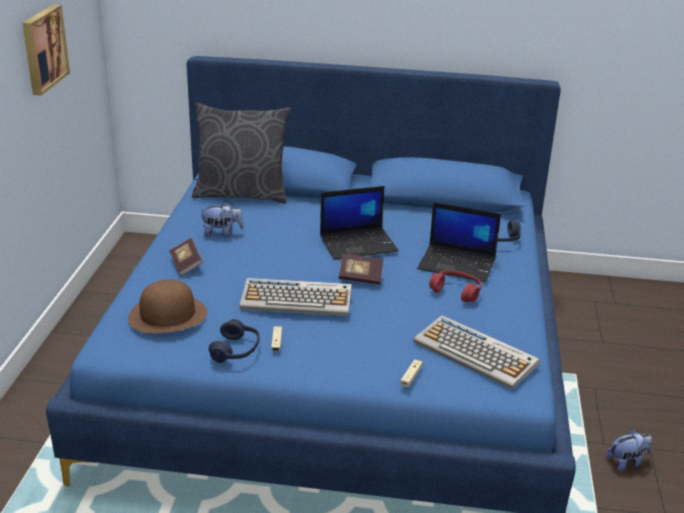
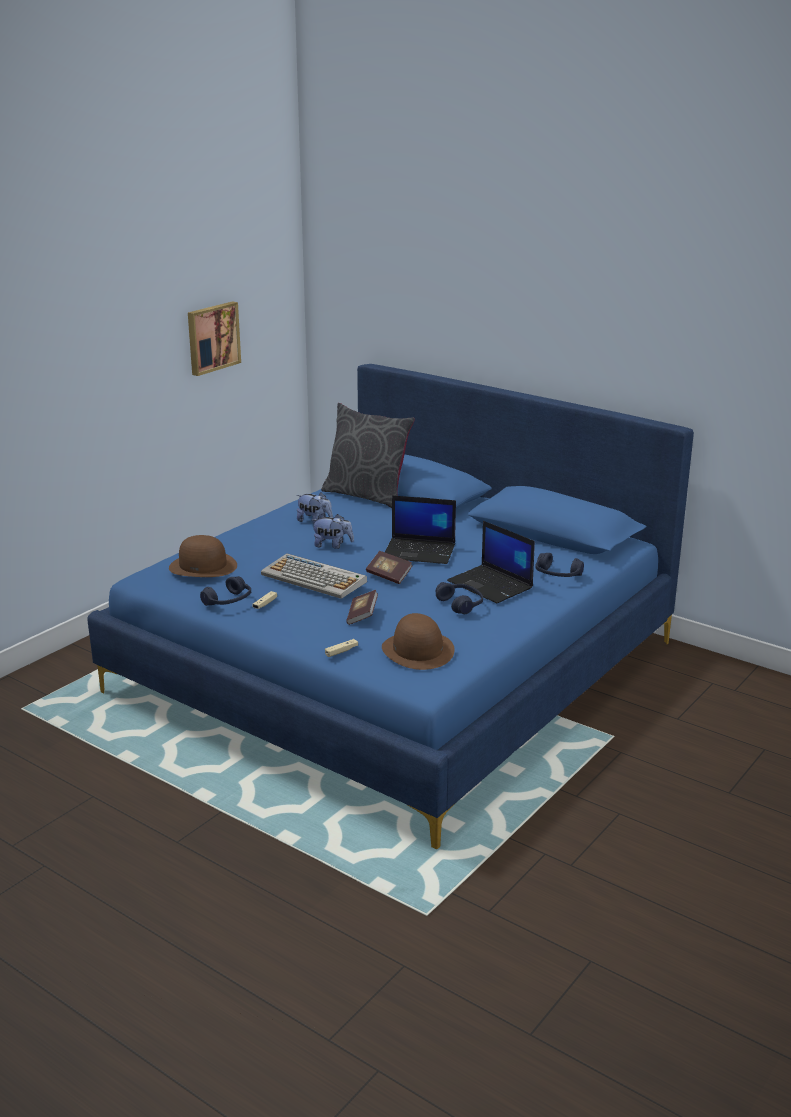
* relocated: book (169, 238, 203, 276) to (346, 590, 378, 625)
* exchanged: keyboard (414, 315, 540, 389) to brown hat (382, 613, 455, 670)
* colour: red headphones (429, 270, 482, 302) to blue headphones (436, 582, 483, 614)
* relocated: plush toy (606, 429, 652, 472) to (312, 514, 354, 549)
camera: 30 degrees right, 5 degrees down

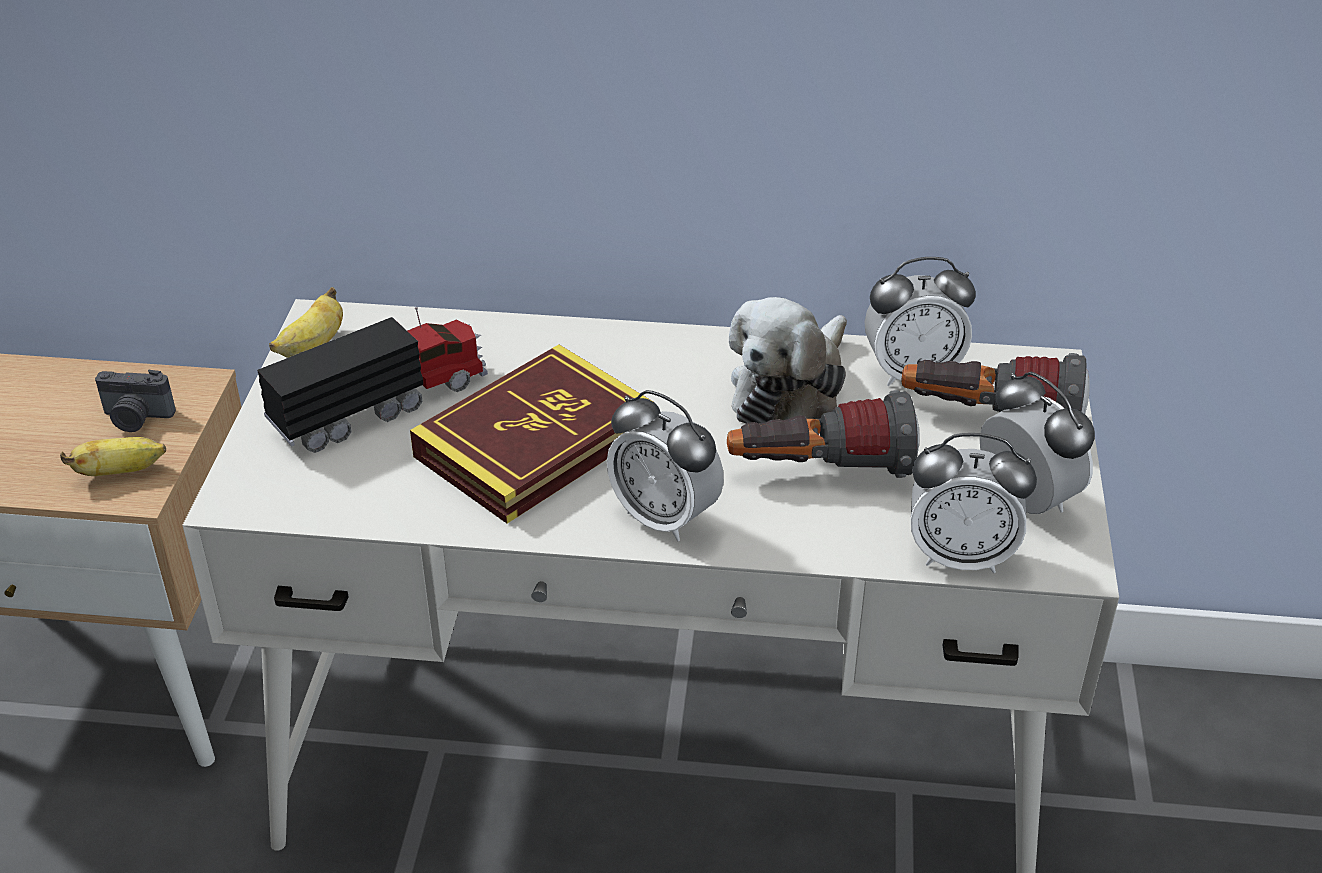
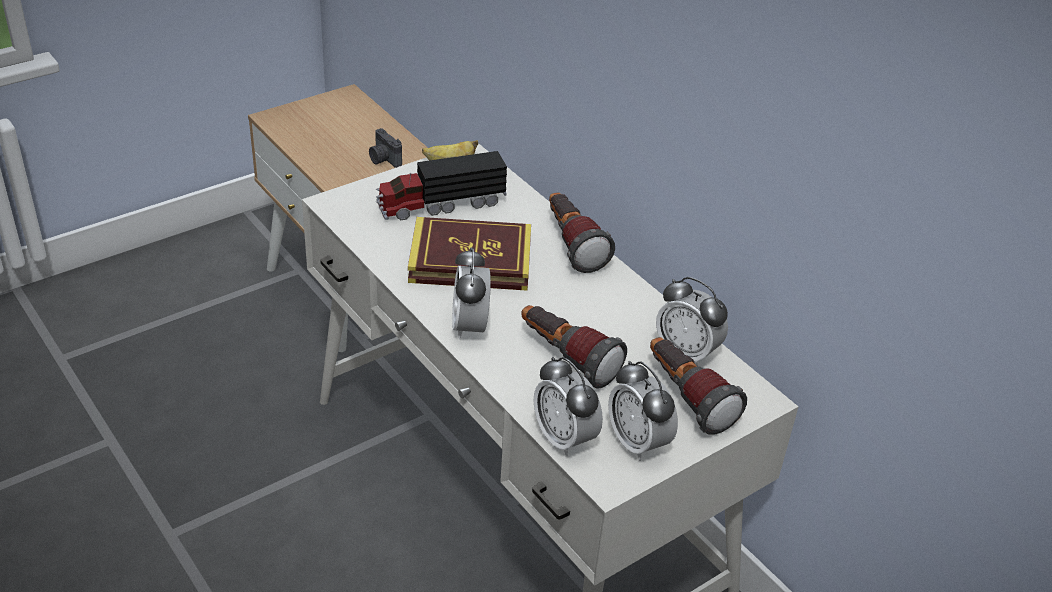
* missing: banana (60, 437, 166, 476)
* spun: toy truck (257, 307, 488, 453) = (375, 151, 507, 220) 150 degrees clockwise
* missing: plush toy (729, 297, 847, 424)
* spun: alarm clock (980, 372, 1095, 514) = (608, 361, 678, 461) 135 degrees clockwise
* appeared: flashlight (549, 193, 615, 273)
camera: 45 degrees right, 0 degrees up

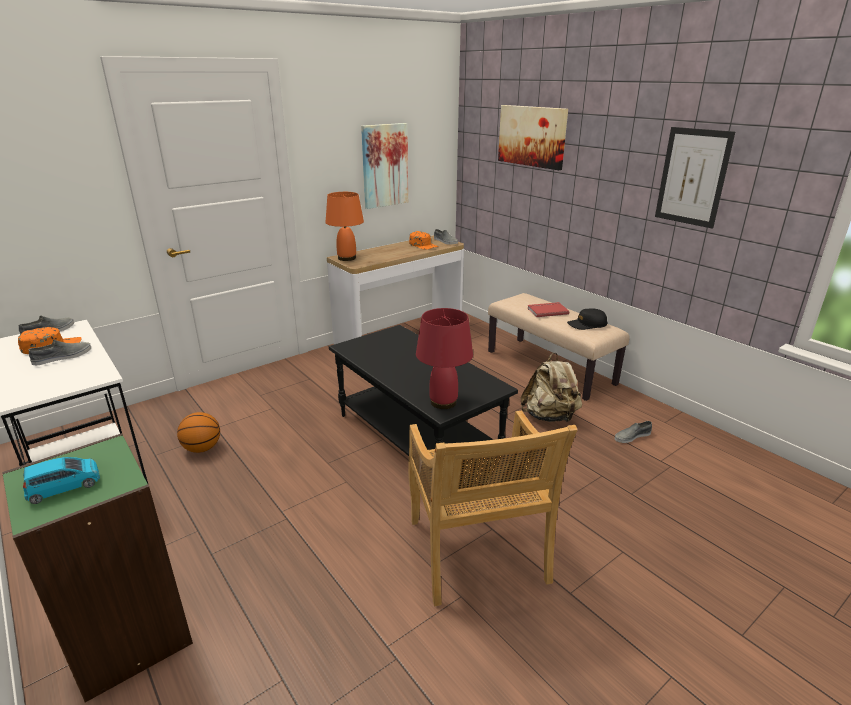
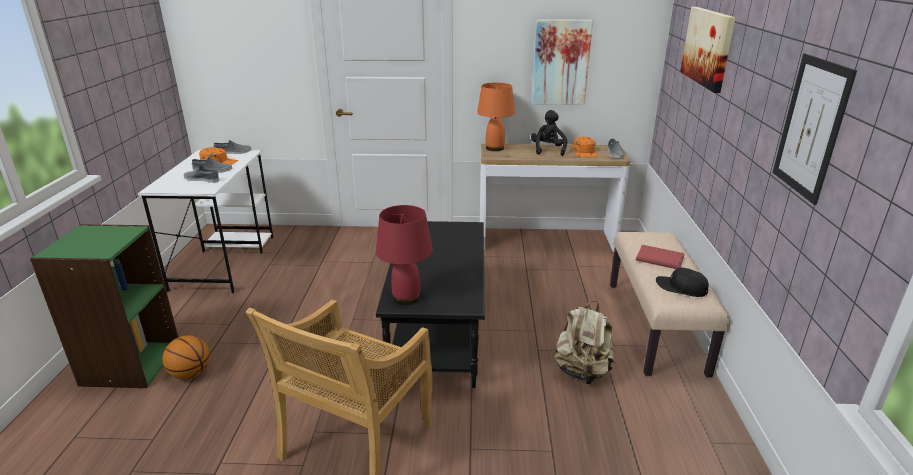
* missing: blue toy car (23, 457, 100, 504)
* relocated: basketball (177, 412, 220, 453) to (162, 335, 210, 379)
* relocated: grey shoe (615, 421, 652, 443) to (184, 166, 219, 183)
* appeared: black plush toy (531, 110, 567, 156)
camera: 40 degrees right, 0 degrees up

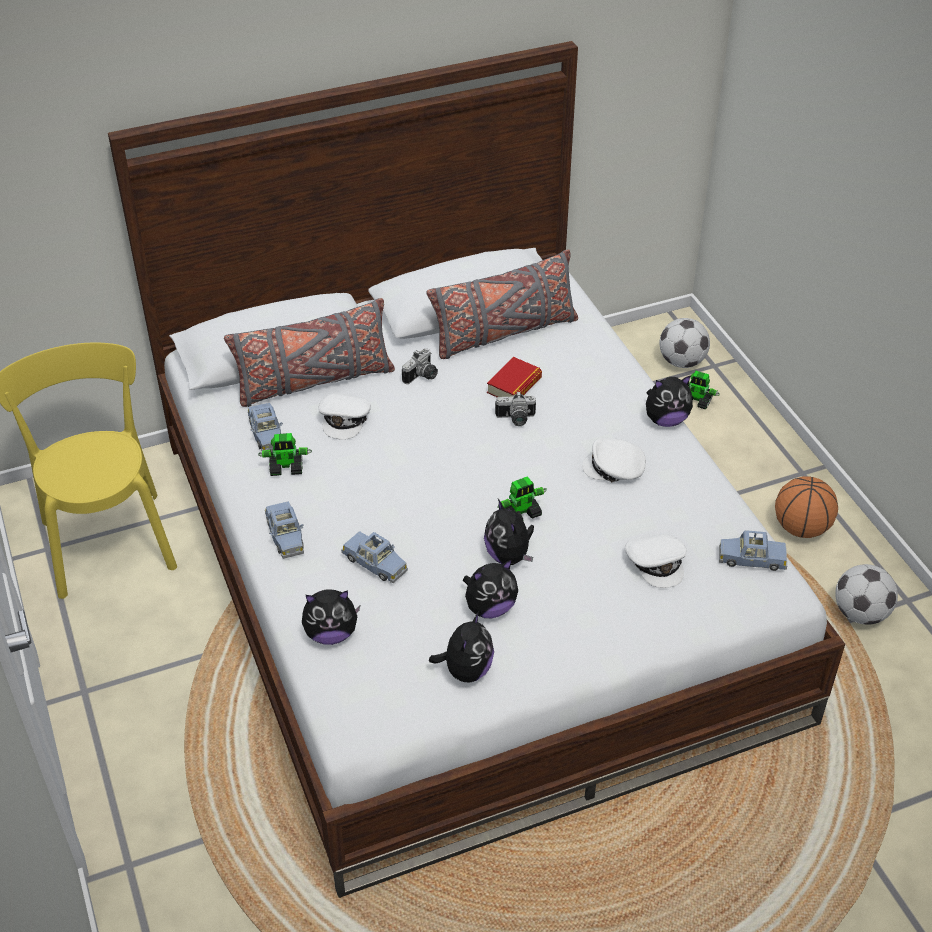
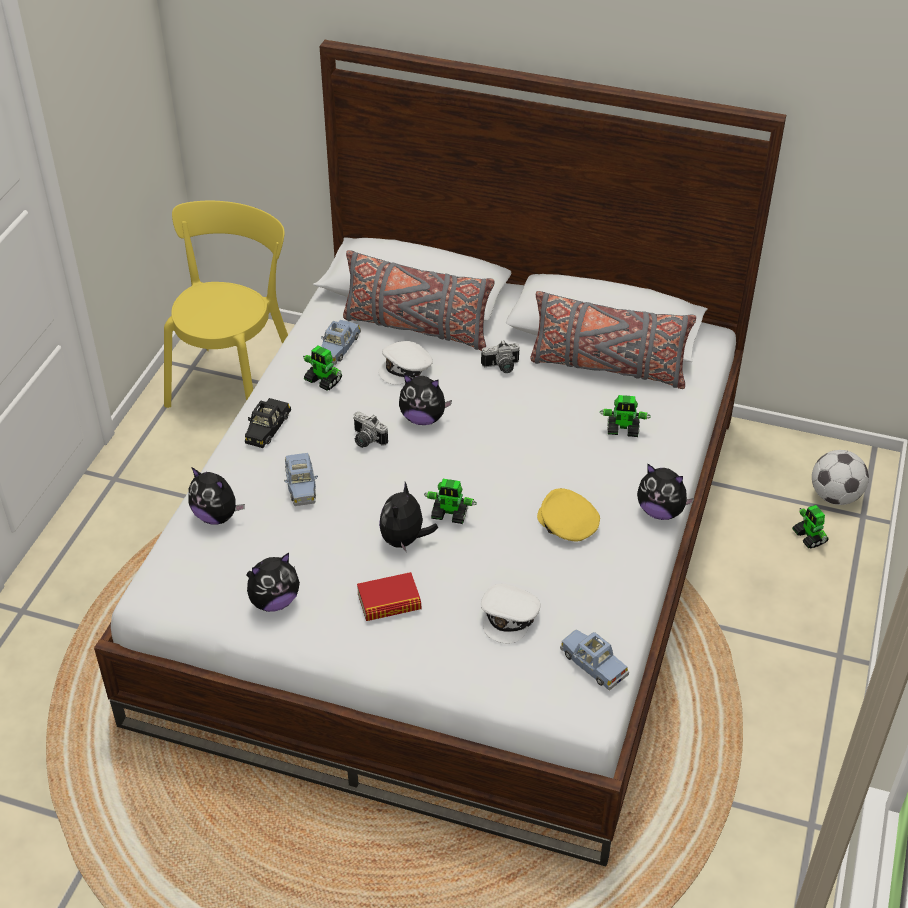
* colour: blue toy car (265, 501, 304, 559) to black toy car (245, 398, 291, 448)
* relocated: plush toy (463, 559, 518, 618) to (399, 374, 452, 425)
* relocated: book (487, 357, 542, 397) to (357, 572, 421, 621)
* relocated: photo camera (495, 392, 536, 426) to (353, 412, 388, 448)
* colour: white cap (582, 438, 646, 482) to yellow cap (537, 488, 600, 542)
* missing: basketball (775, 476, 838, 538)
* missing: football (835, 564, 898, 625)
* appeared: toy robot (599, 395, 651, 437)
camera: 40 degrees right, 0 degrees up

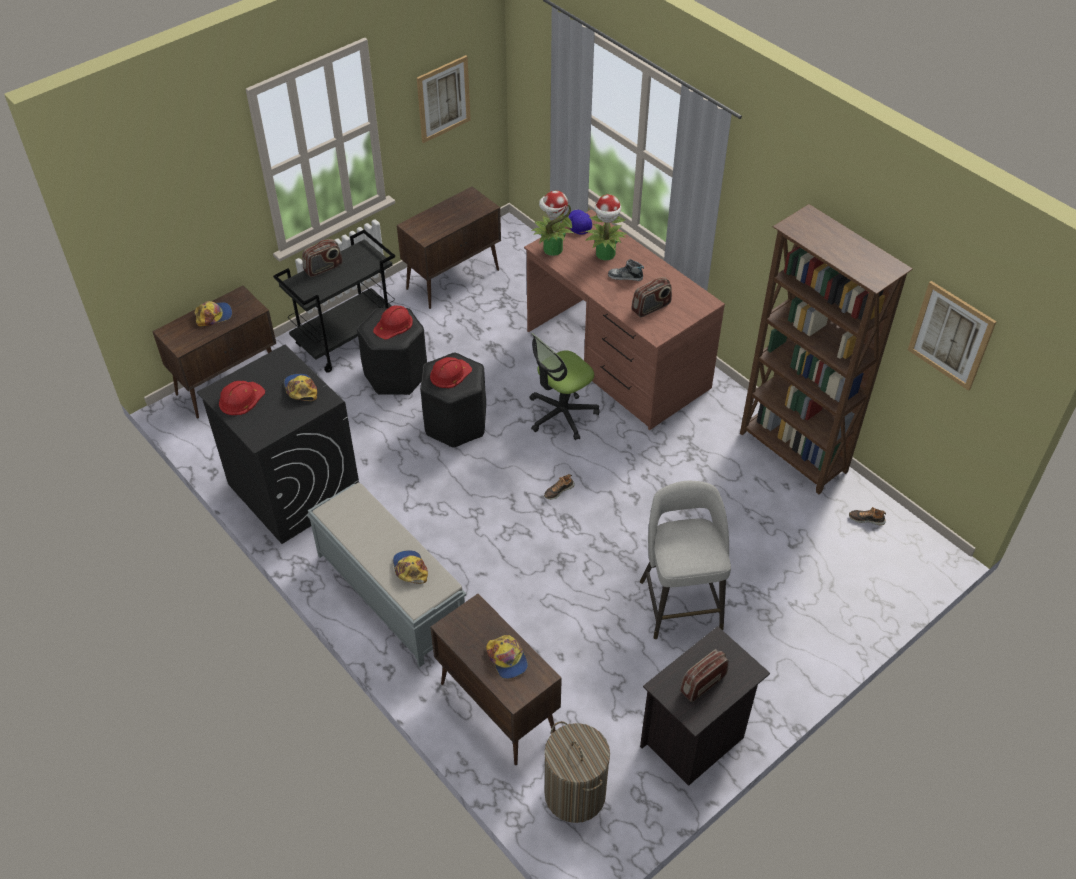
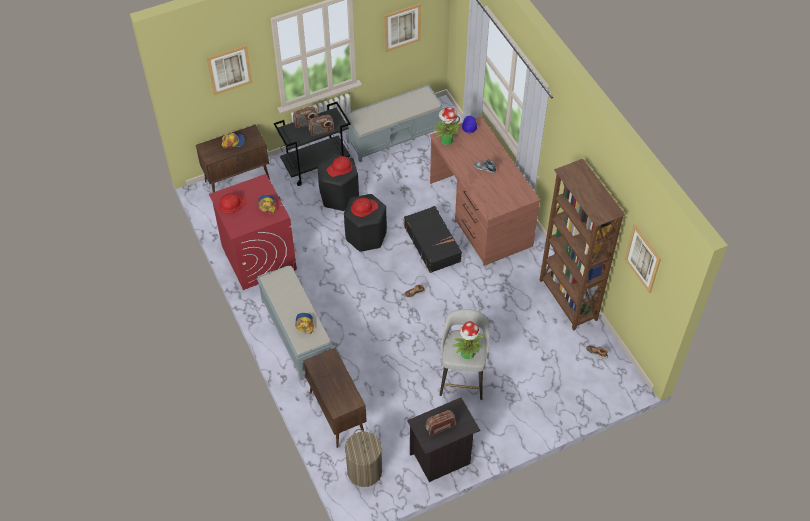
* colour: black washing machine (197, 344, 359, 544) to red washing machine (209, 174, 297, 290)
* exchanged: brown cabinet (397, 186, 501, 309) to grey bench (345, 85, 444, 162)
* missing: cap (486, 635, 528, 679)
* exchanged: office chair (529, 333, 600, 440) to black suitcase (404, 206, 462, 273)
* relocated: potted plant (585, 194, 628, 260) to (453, 321, 484, 359)
* relocated: radio (632, 277, 672, 317) to (309, 115, 334, 136)
* appeared: picture (207, 45, 253, 95)
camera: 15 degrees right, 5 degrees up

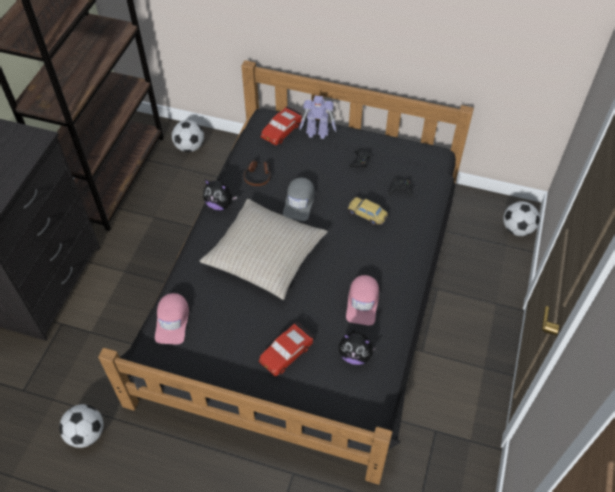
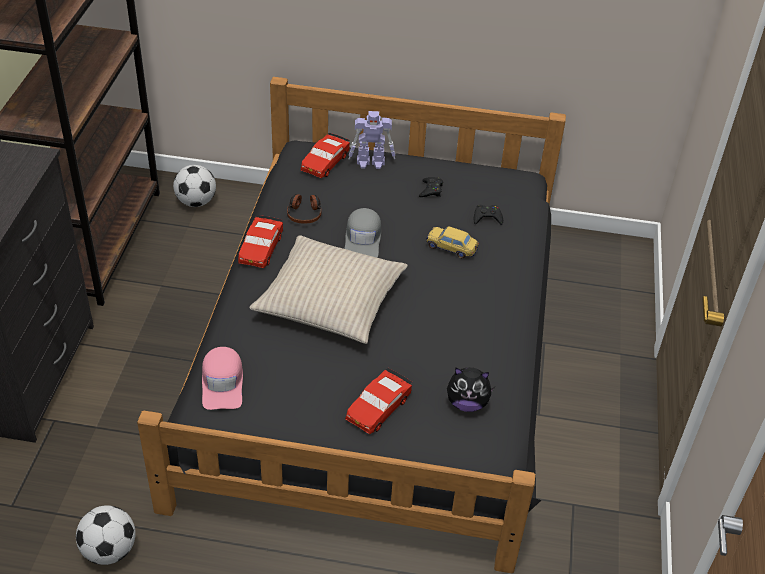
* exchanged: plush toy (203, 180, 237, 211) to red toy car (238, 215, 283, 268)
* missing: pink cap (346, 275, 379, 326)
* missing: football (503, 201, 540, 236)
camera: 10 degrees left, 10 degrees down

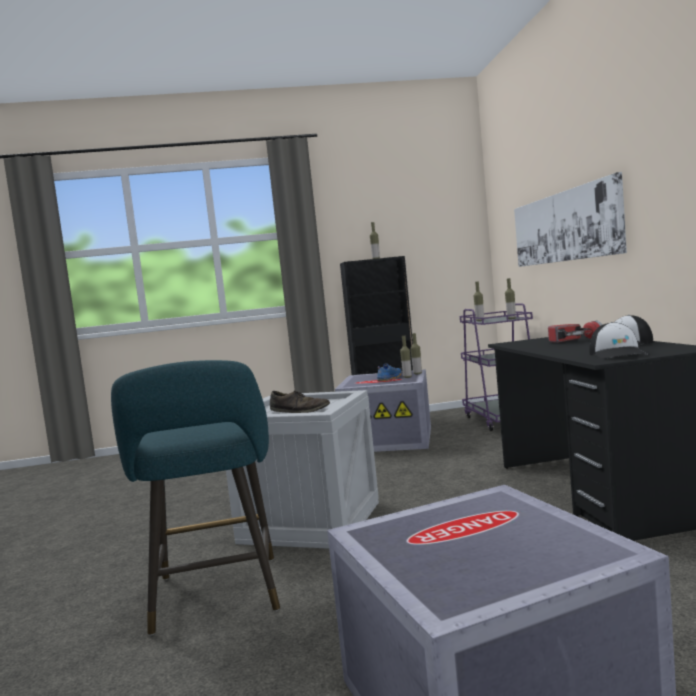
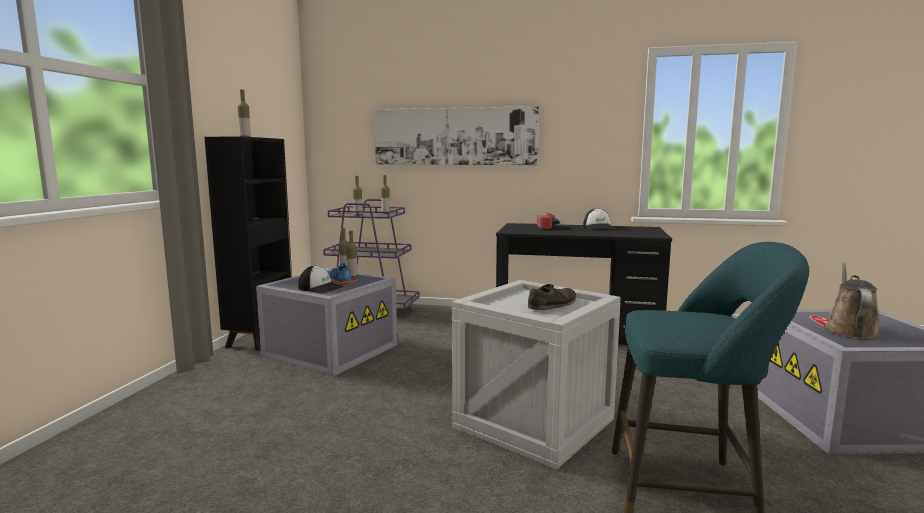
* relocated: cap (589, 322, 649, 359) to (298, 265, 345, 293)
* appeared: brown watering can (824, 262, 880, 339)
camera: 70 degrees left, 5 degrees up

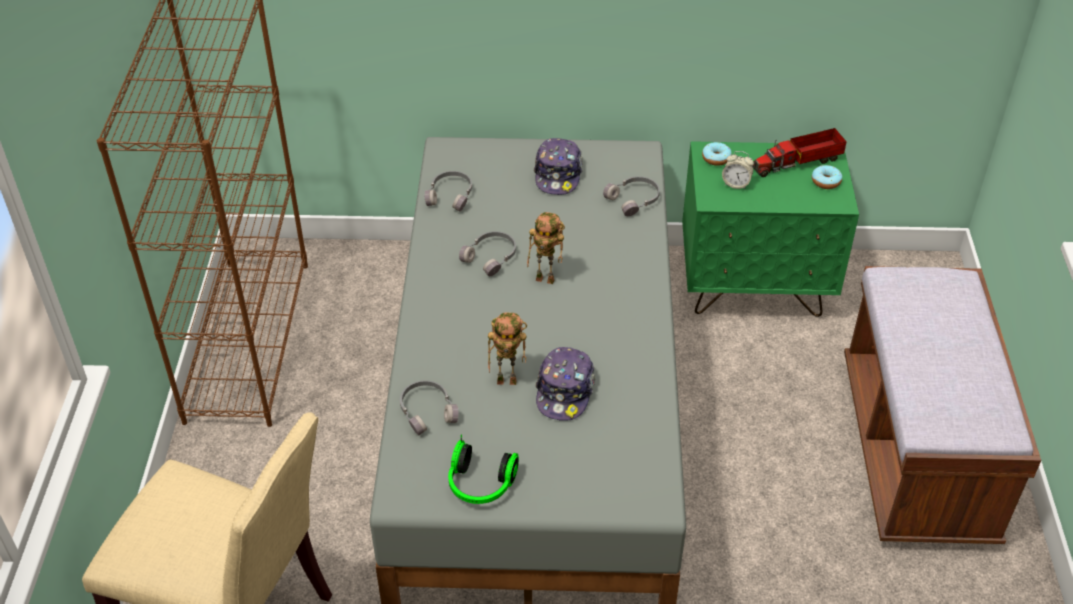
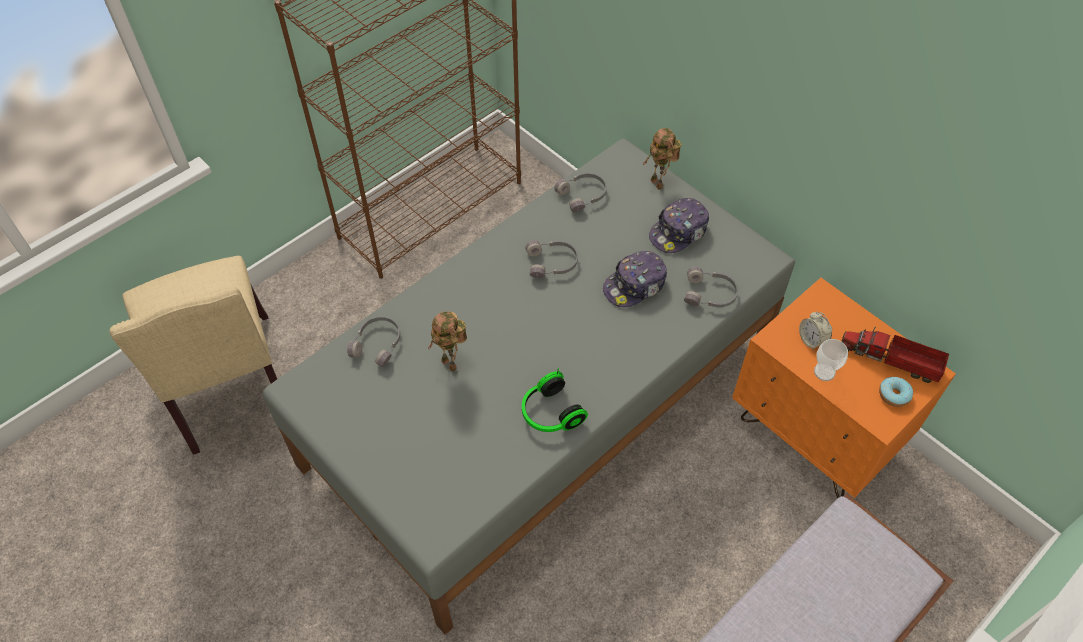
* relocated: headphones (448, 434, 519, 504) to (522, 368, 588, 432)
* relocated: toy robot (527, 212, 565, 284) to (644, 128, 681, 190)
* relocated: cap (535, 347, 595, 421) to (603, 251, 667, 307)
* colour: green nightstand (682, 141, 859, 317) to orange nightstand (732, 278, 956, 498)
* missing: donut (702, 142, 732, 166)
* appeared: cup (814, 339, 848, 381)
camera: 45 degrees right, 10 degrees up

